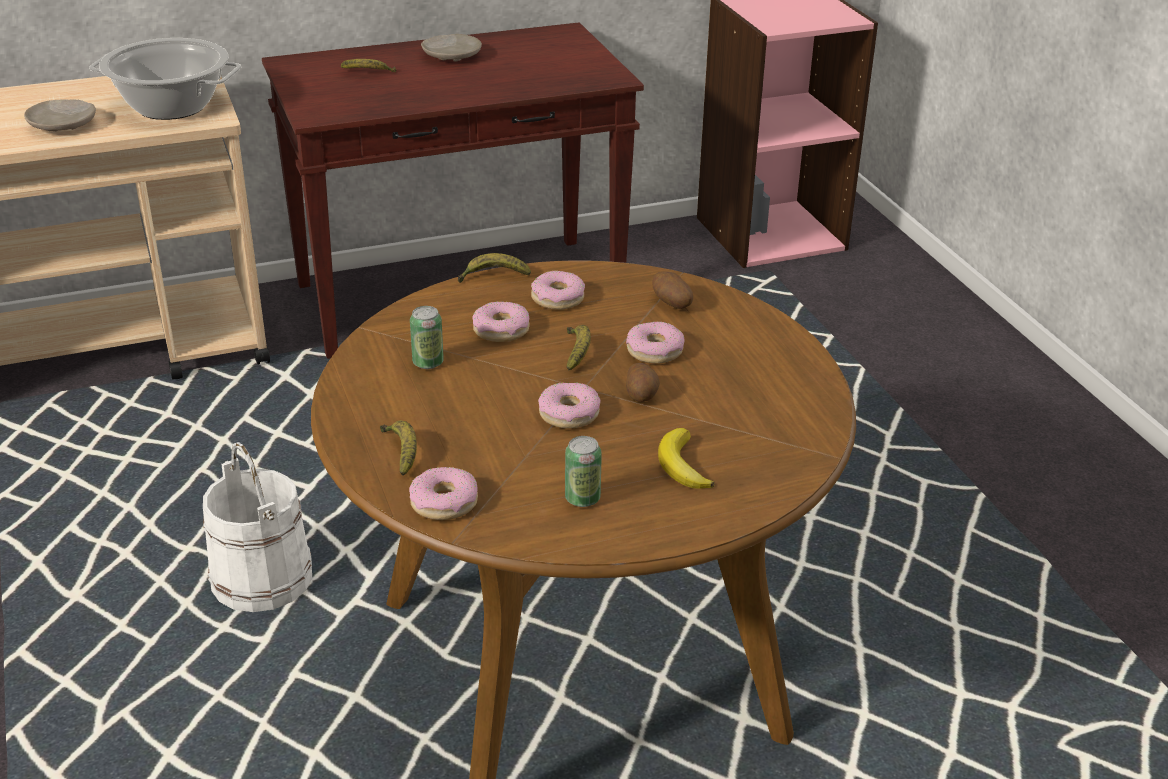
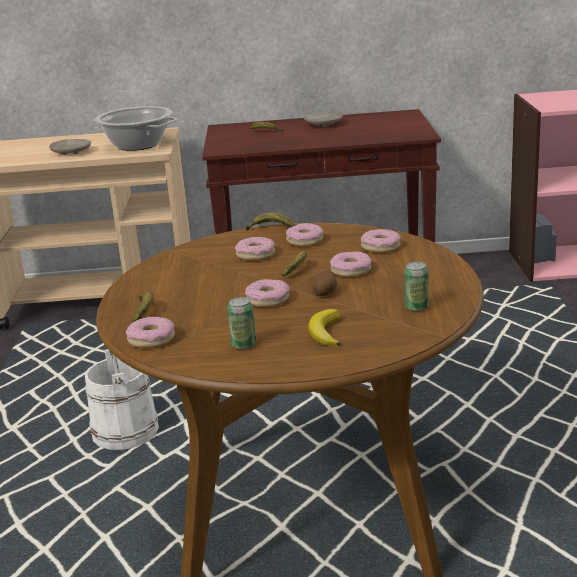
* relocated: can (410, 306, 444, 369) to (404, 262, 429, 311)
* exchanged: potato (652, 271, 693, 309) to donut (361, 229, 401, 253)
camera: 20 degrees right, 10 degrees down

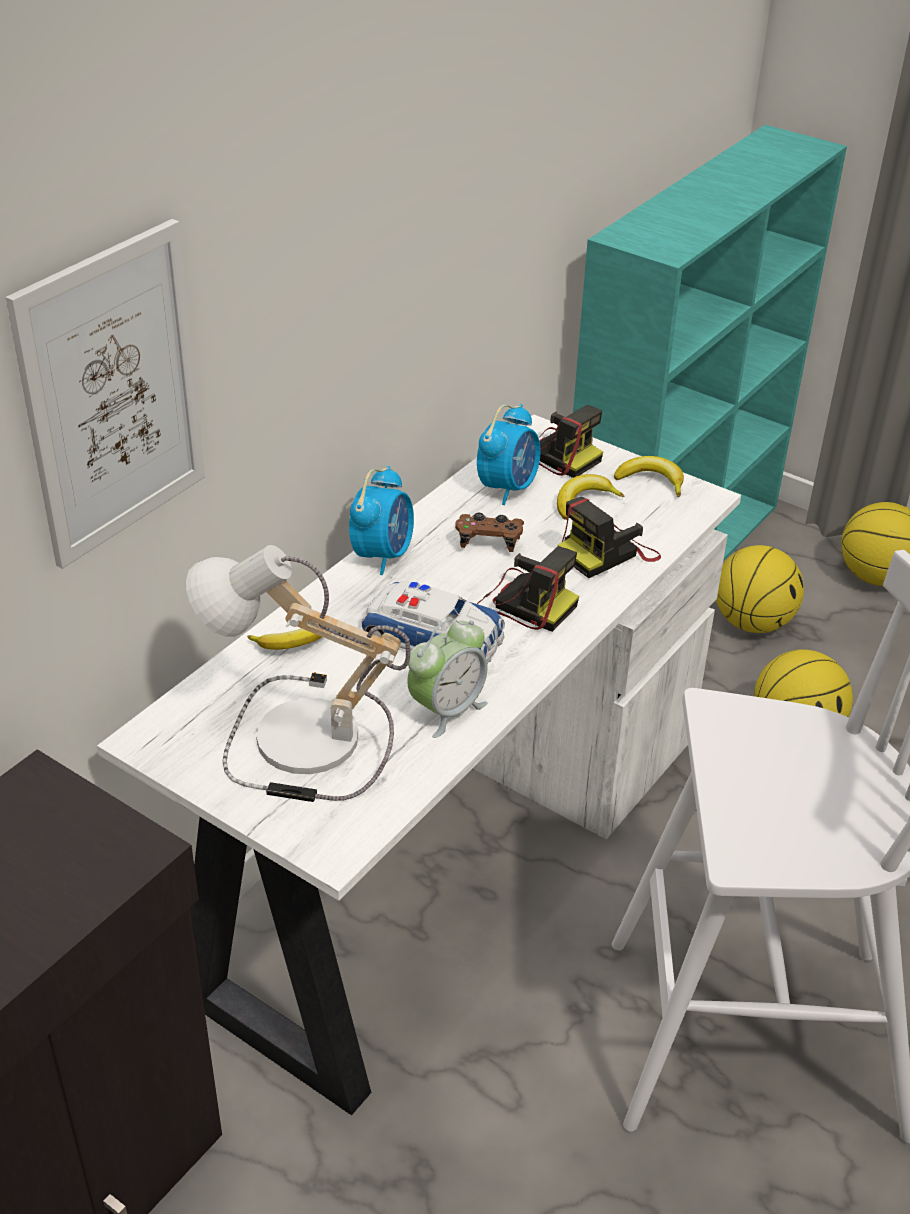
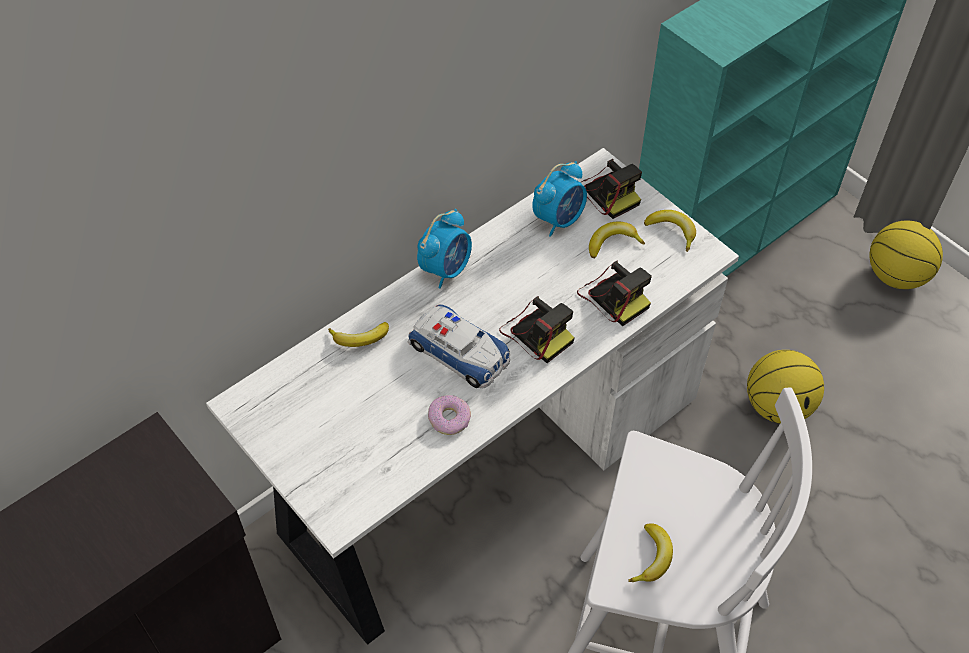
* missing: picture (6, 219, 205, 569)
* missing: table lamp (186, 545, 410, 802)
* exchanged: alarm clock (407, 619, 487, 738) to donut (428, 395, 471, 435)
* missing: brown game controller (455, 513, 524, 552)
* spun: photo camera (558, 497, 661, 578) = (577, 260, 652, 326) 105 degrees counterclockwise
* missing: basketball (716, 545, 804, 633)
* appeared: banana (628, 524, 673, 582)
camera: 15 degrees right, 15 degrees up

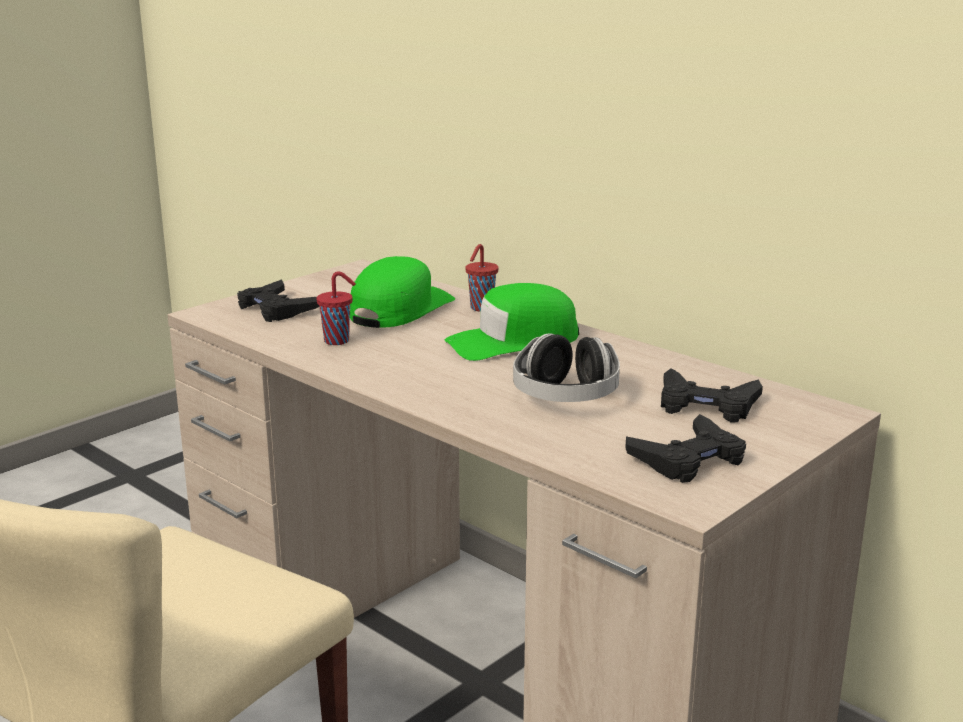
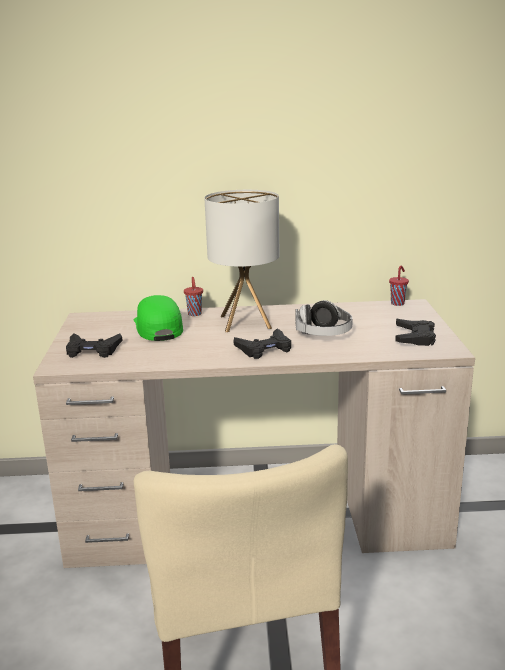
* relocated: red cup (316, 272, 356, 345) to (389, 266, 409, 306)
* exchanged: green cap (445, 283, 579, 361) to table lamp (204, 190, 280, 332)
* relocated: black game controller (661, 368, 763, 422) to (234, 329, 291, 359)
camera: 45 degrees left, 0 degrees up

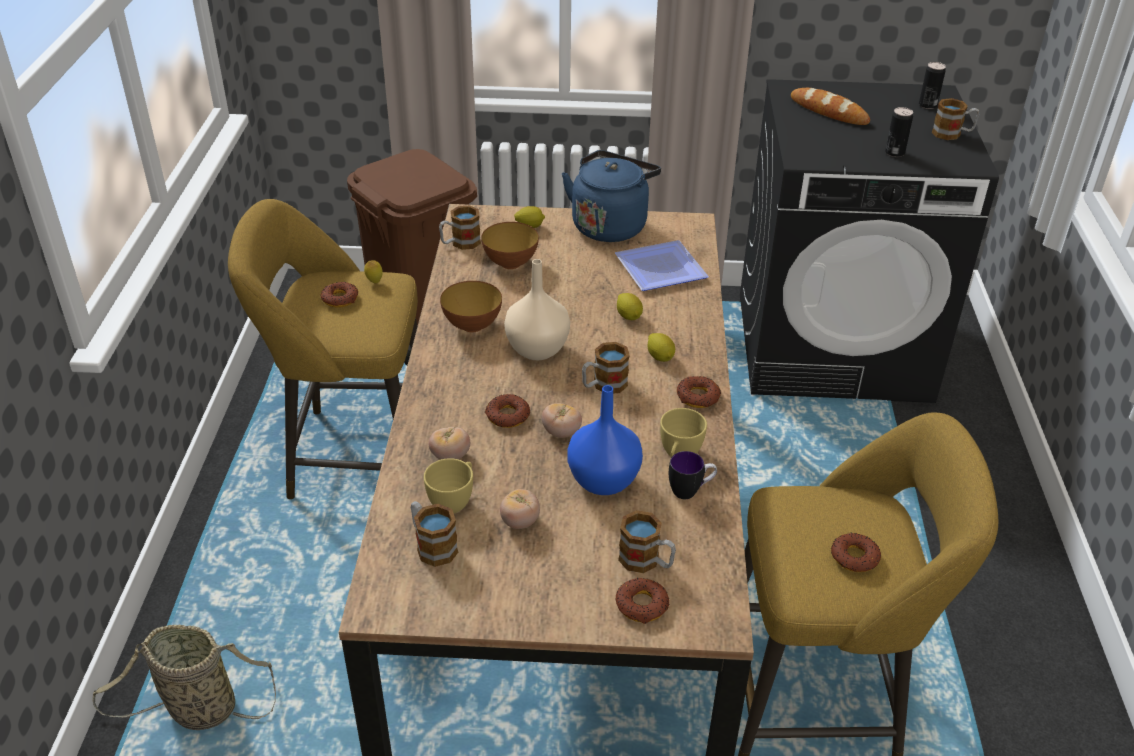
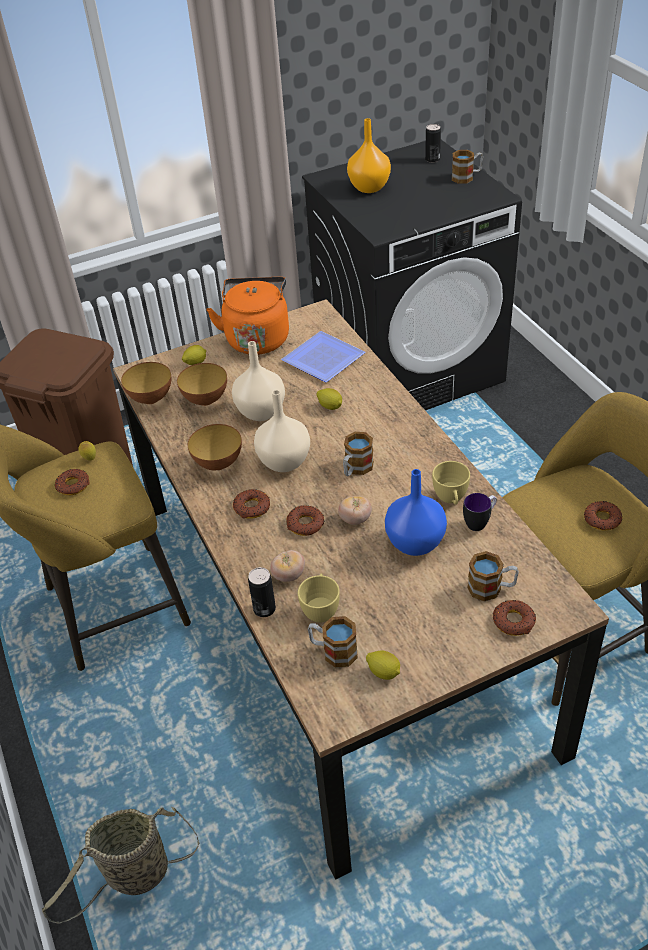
* exchanged: mug (439, 205, 481, 250) to bowl (121, 362, 171, 404)
* missing: tomato (500, 489, 540, 529)
* colour: blue kettle (562, 150, 661, 242) to orange kettle (206, 277, 289, 355)
* relocated: lemon (648, 333, 675, 362) to (366, 651, 400, 680)
* relocated: donut (677, 376, 721, 408) to (233, 489, 270, 519)
* exchanged: bread (791, 88, 870, 125) to orange vase (347, 118, 391, 193)
* relocated: can (885, 107, 913, 157) to (248, 567, 276, 617)
* appeared: beige vase (232, 341, 285, 421)
camera: 25 degrees left, 5 degrees up

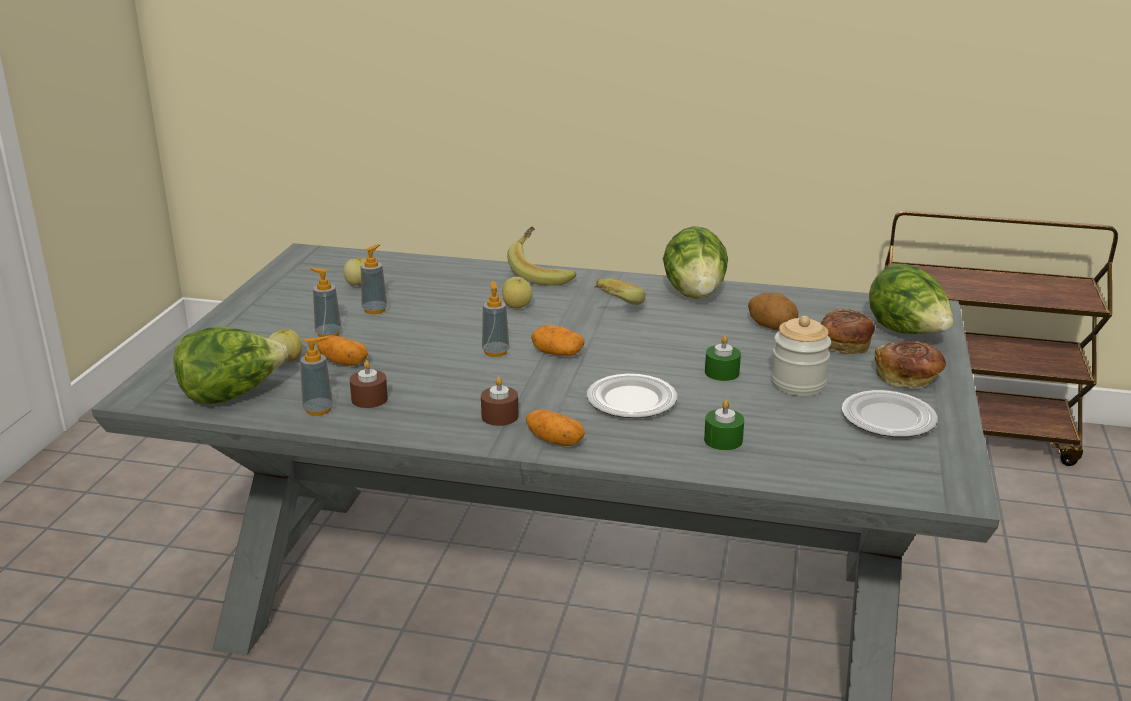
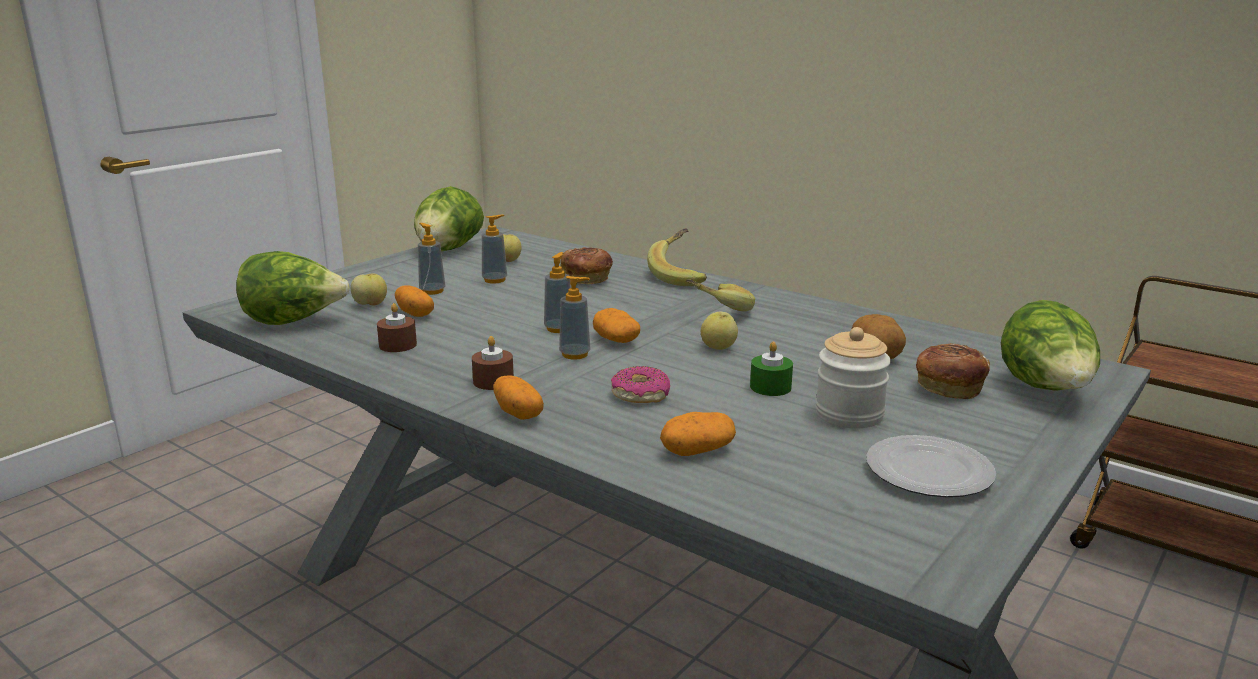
* relocated: soap dispenser (300, 337, 333, 416) to (559, 276, 590, 360)
* relocated: apple (502, 277, 532, 308) to (701, 312, 738, 350)
* exchanged: plate (587, 374, 677, 418) to donut (611, 366, 670, 403)
* relocated: lettuce (663, 226, 728, 299) to (414, 186, 484, 251)
* exchanged: green candle (704, 400, 744, 450) to potato (660, 412, 736, 456)
* relocated: bread (875, 341, 946, 388) to (561, 247, 613, 284)
camera: 25 degrees right, 5 degrees down

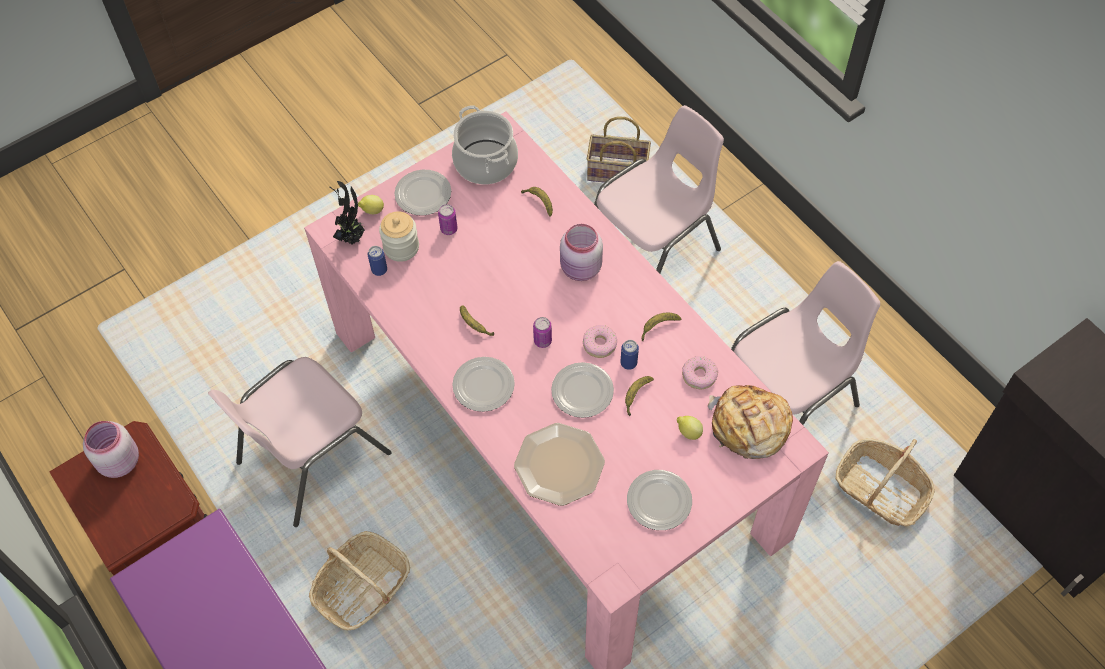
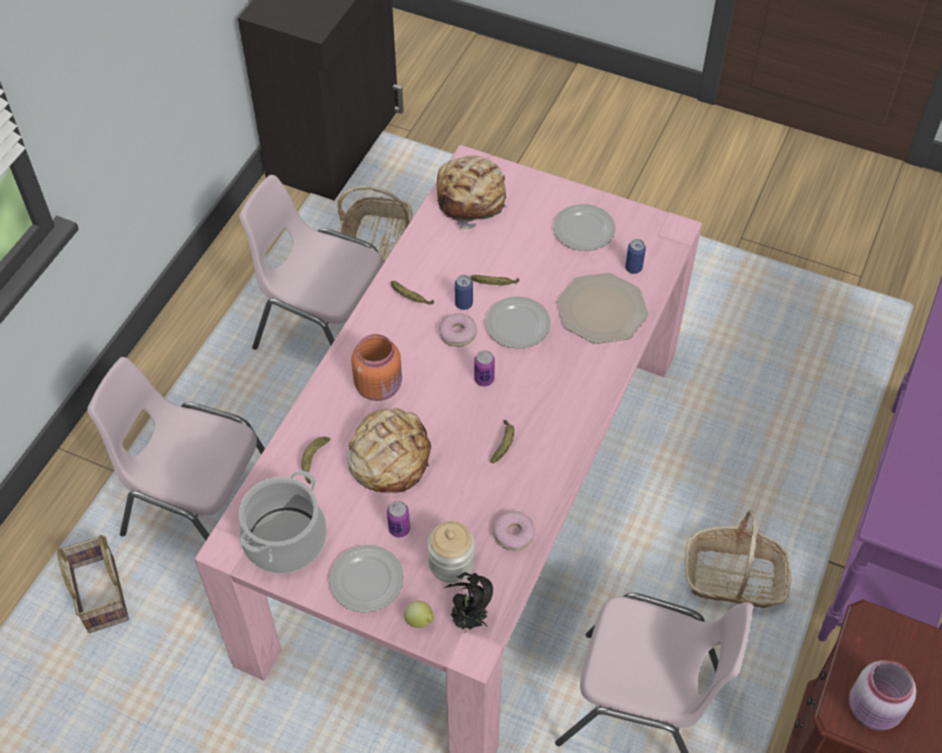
* relocated: can (368, 246, 387, 276) to (625, 239, 646, 274)
* missing: plate (452, 357, 515, 412)
* colour: pink jar (560, 224, 603, 281) to orange jar (351, 334, 402, 401)
* missing: lemon (677, 416, 703, 440)
* relocated: donut (682, 356, 718, 389) to (493, 511, 535, 551)
* appeared: bread (348, 408, 431, 493)
camera: 120 degrees left, 5 degrees down

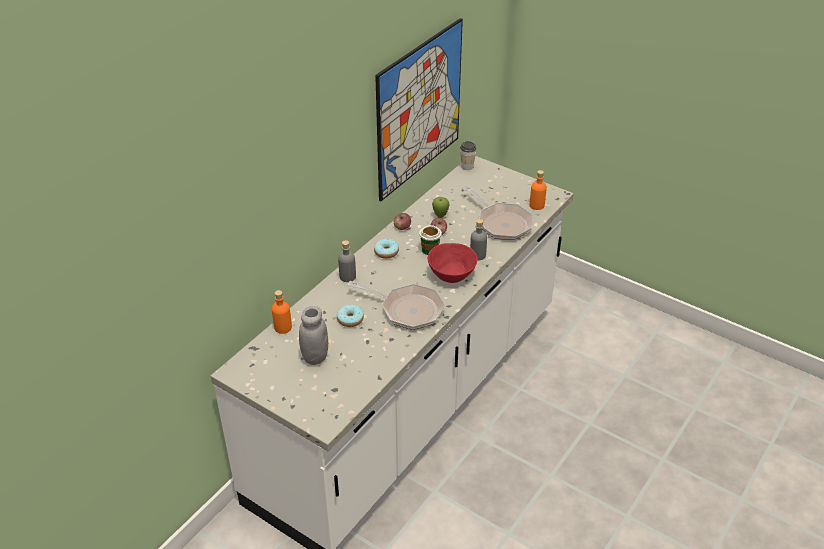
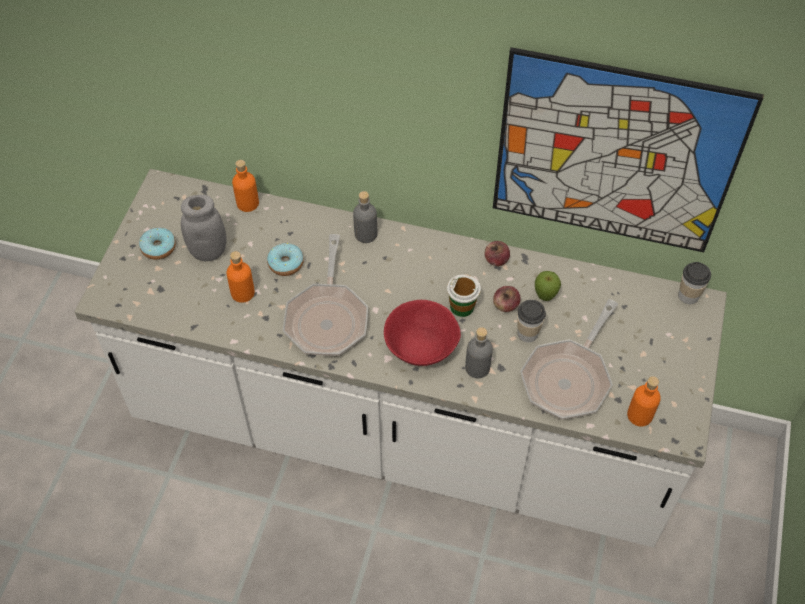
* relocated: donut (374, 239, 399, 259) to (139, 227, 176, 260)
* appeared: orange bottle (226, 251, 255, 303)
* appeared: cup (517, 300, 546, 342)
camera: 70 degrees right, 15 degrees up

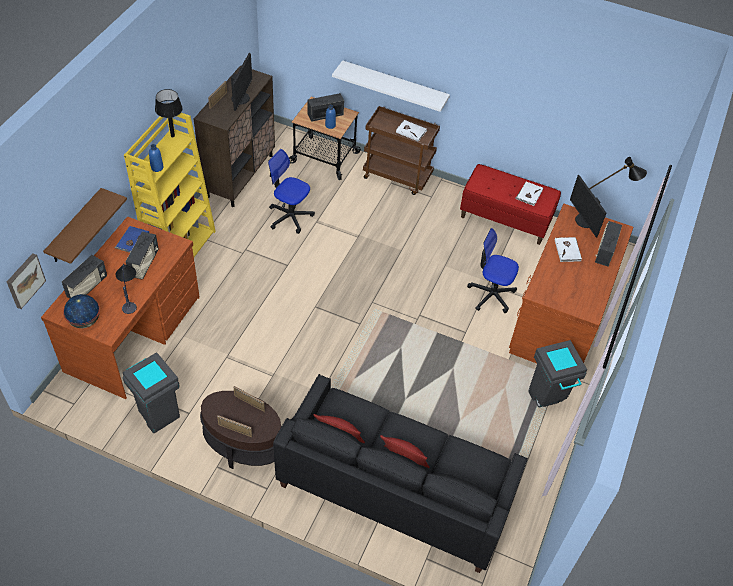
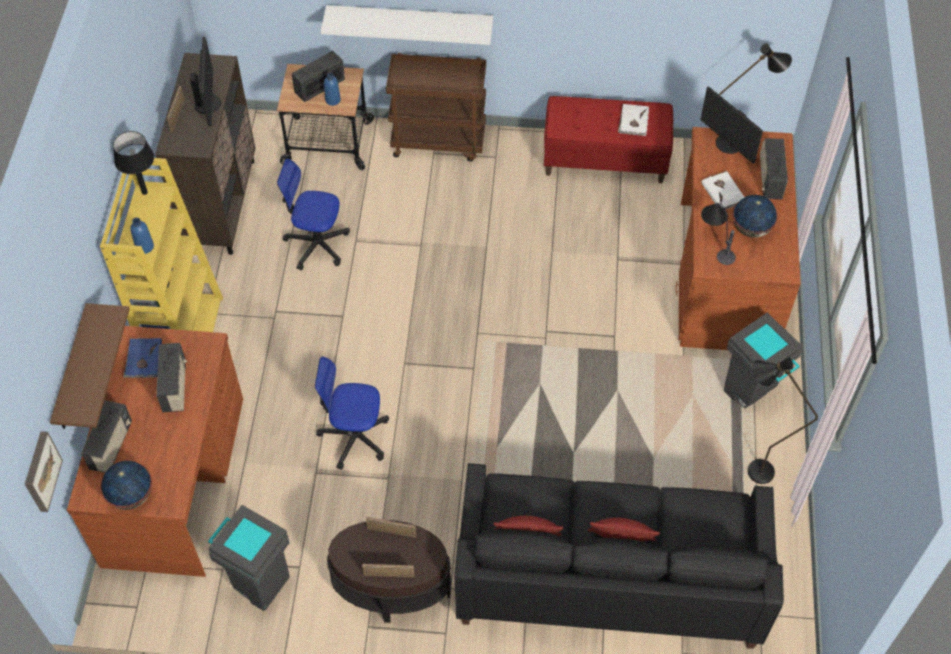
* relocated: table lamp (116, 264, 137, 314) to (701, 203, 736, 265)
* missing: white book (396, 120, 427, 142)
* relocated: office chair (467, 228, 519, 313) to (315, 357, 389, 470)
* appeared: globe (732, 195, 778, 238)
* appeared: black floor lamp (748, 357, 818, 484)
camera: 15 degrees left, 5 degrees up

